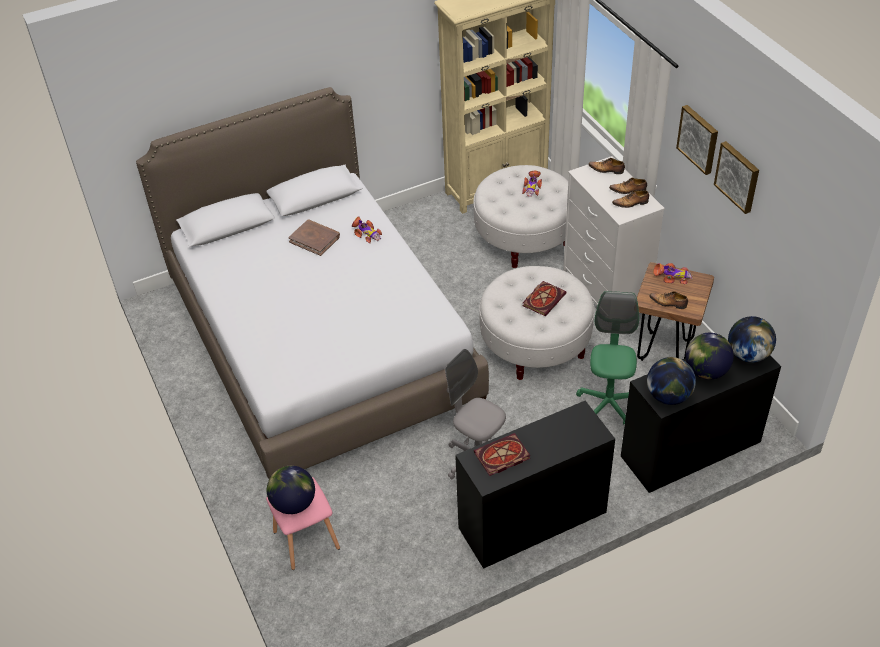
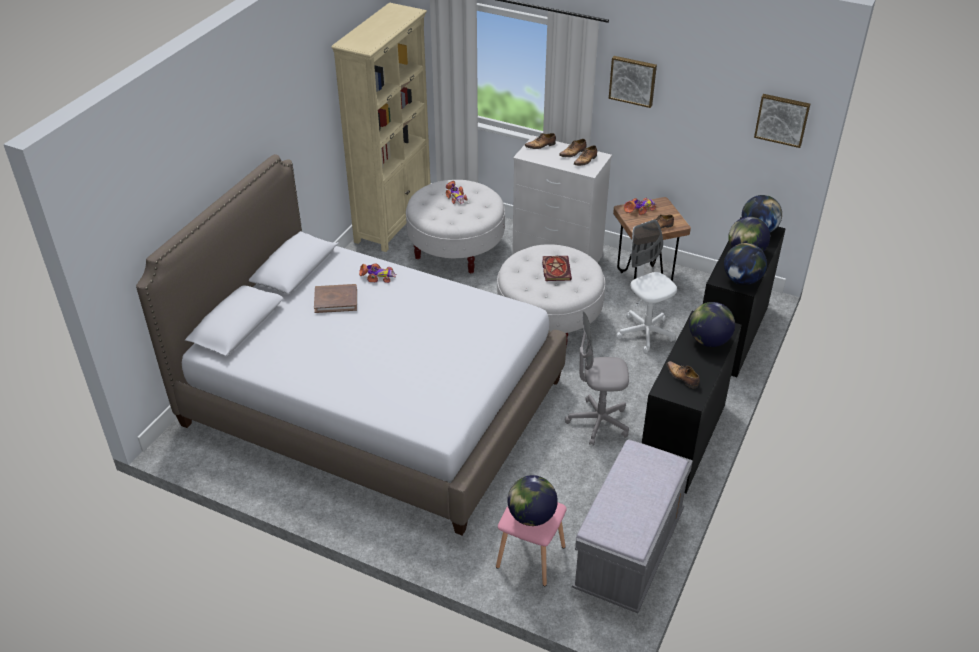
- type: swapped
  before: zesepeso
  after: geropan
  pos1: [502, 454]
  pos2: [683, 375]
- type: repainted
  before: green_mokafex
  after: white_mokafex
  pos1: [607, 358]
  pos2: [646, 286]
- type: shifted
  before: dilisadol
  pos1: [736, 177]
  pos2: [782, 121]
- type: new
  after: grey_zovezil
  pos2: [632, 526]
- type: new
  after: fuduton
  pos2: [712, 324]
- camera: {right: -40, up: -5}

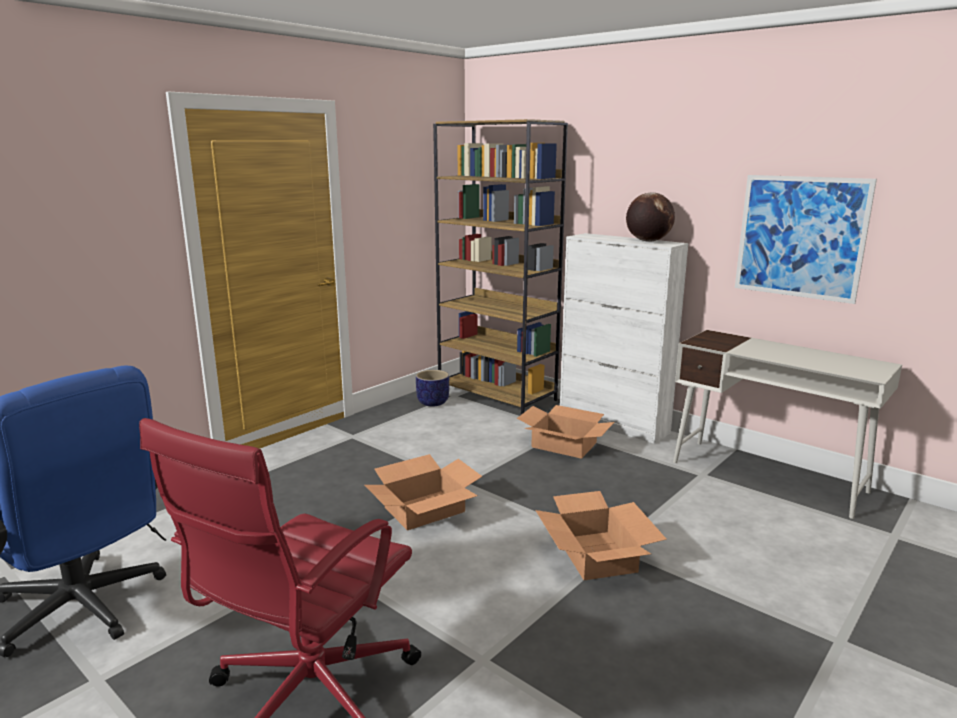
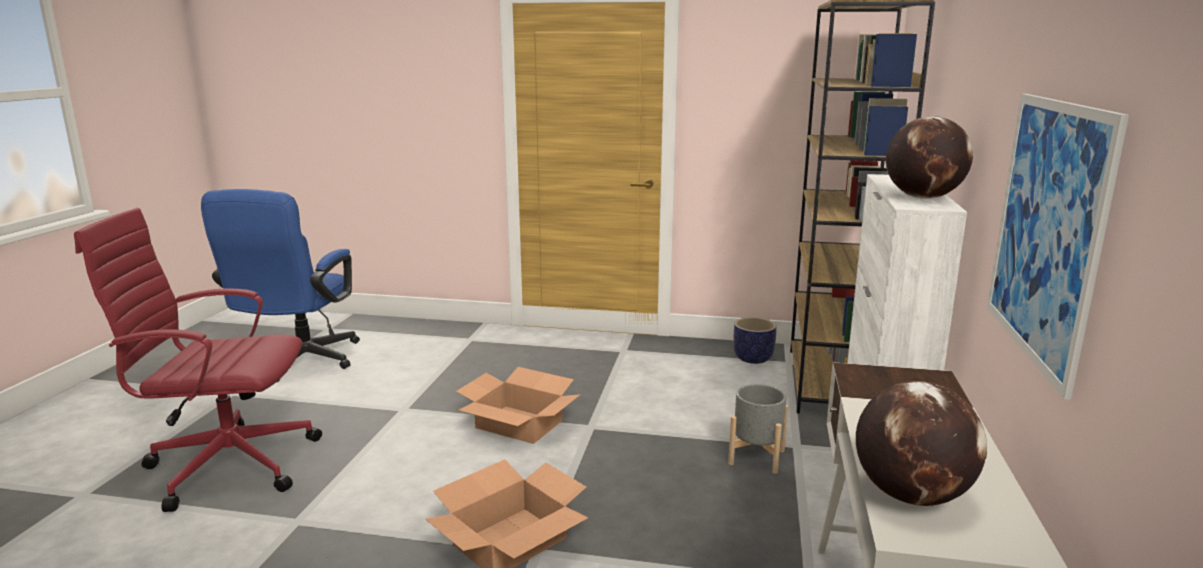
- type: swapped
  before: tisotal
  after: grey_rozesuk
  pos1: [565, 432]
  pos2: [758, 429]
- type: new
  after: fuduton
  pos2: [921, 443]
- camera: {right: 60, up: 0}

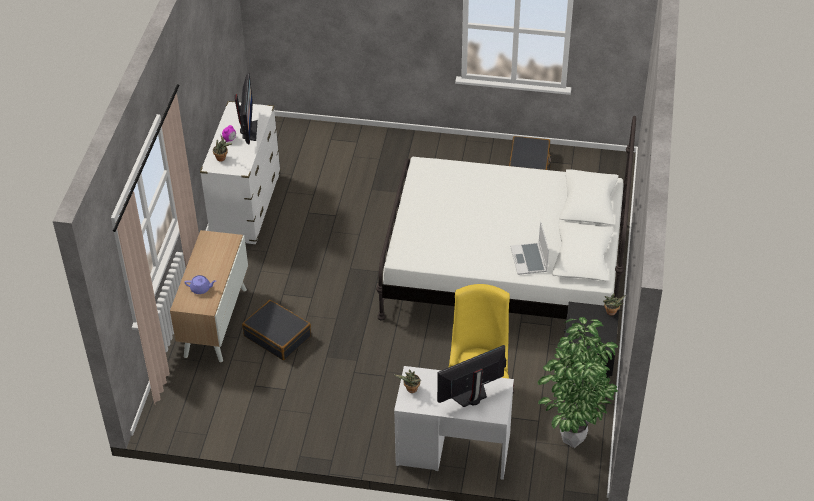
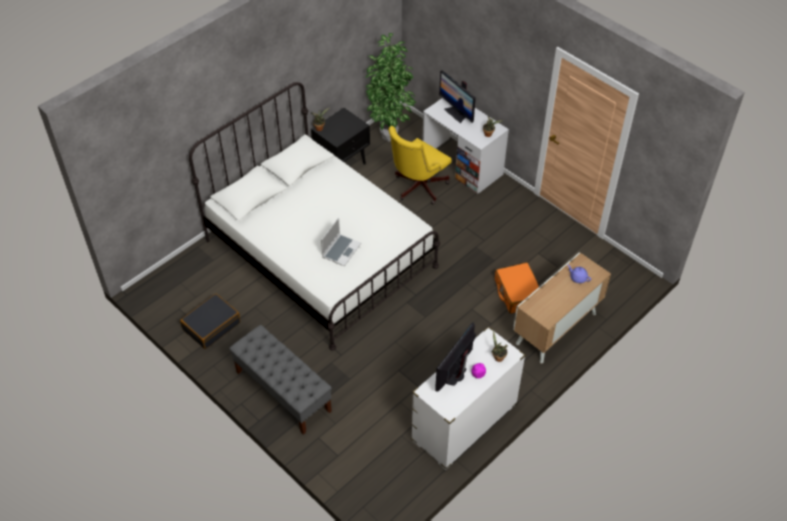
- type: repainted
  before: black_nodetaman
  after: orange_nodetaman
  pos1: [276, 330]
  pos2: [517, 288]
- type: rotated
  before: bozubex
  pos1: [471, 376]
  pos2: [457, 96]
  turn: 45
- type: shifted
  before: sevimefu
  pos1: [529, 248]
  pos2: [341, 242]
- type: new
  after: grey_zovezil
  pos2: [280, 380]
- camera: {right: -145, up: 5}

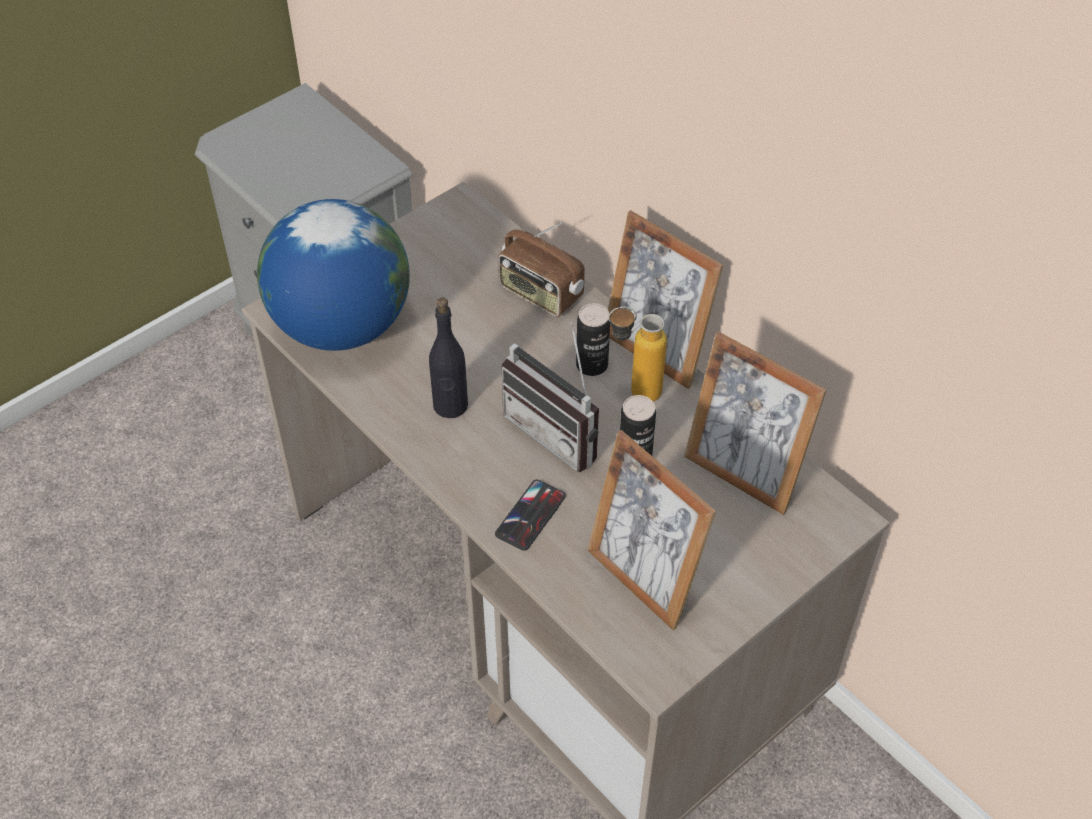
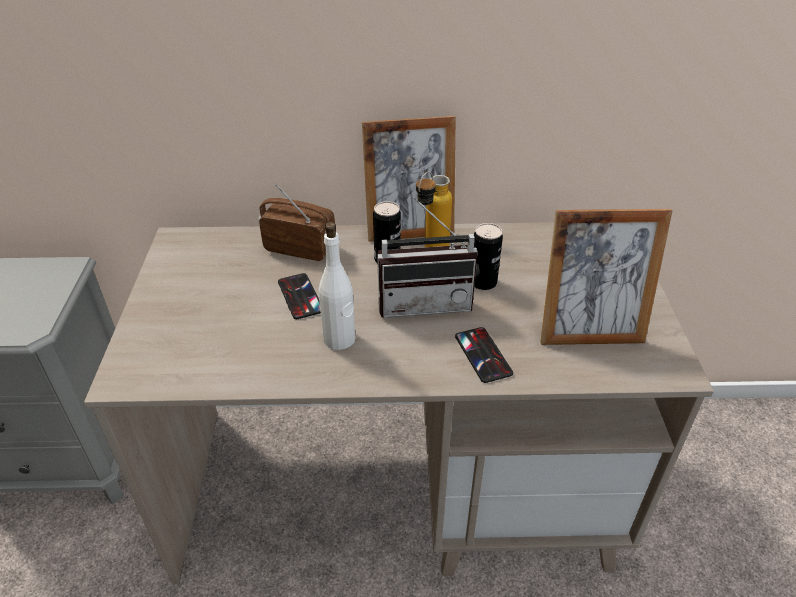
- type: gone
  before: fuduton
  pos1: [333, 275]
- type: repainted
  before: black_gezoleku
  after: white_gezoleku
  pos1: [448, 357]
  pos2: [337, 286]
- type: rotated
  before: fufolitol
  pos1: [541, 270]
  pos2: [296, 222]
  turn: -150
- type: gone
  before: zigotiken
  pos1: [755, 423]
- type: new
  after: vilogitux
  pos2: [299, 296]
- camera: {right: -50, up: -10}

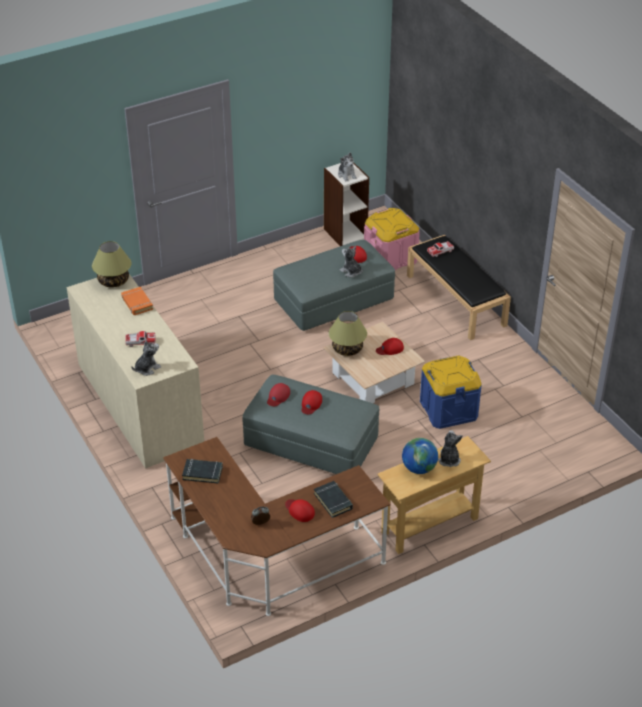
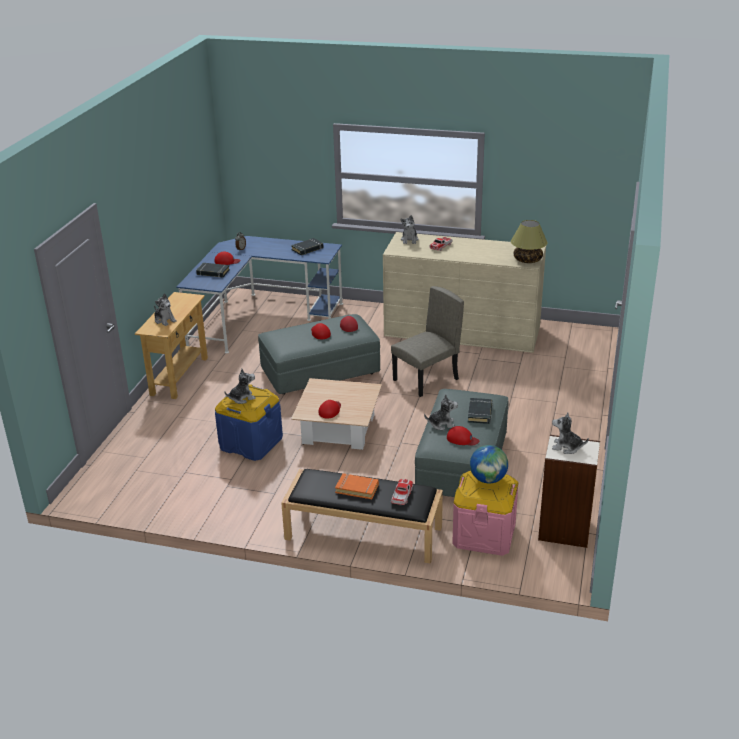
- type: shifted
  before: orange_zesepeso
  pos1: [137, 301]
  pos2: [357, 486]
- type: repainted
  before: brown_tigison
  after: blue_tigison
  pos1: [277, 526]
  pos2: [260, 295]
- type: gone
  before: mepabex
  pos1: [348, 333]
- type: shifted
  before: fuduton
  pos1: [420, 456]
  pos2: [489, 464]
- type: new
  after: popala
  pos2: [240, 386]
- type: new
  after: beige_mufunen
  pos2: [427, 341]
- type: new
  after: black_zesepeso
  pos2: [480, 411]
- camera: {right: 135, up: -10}

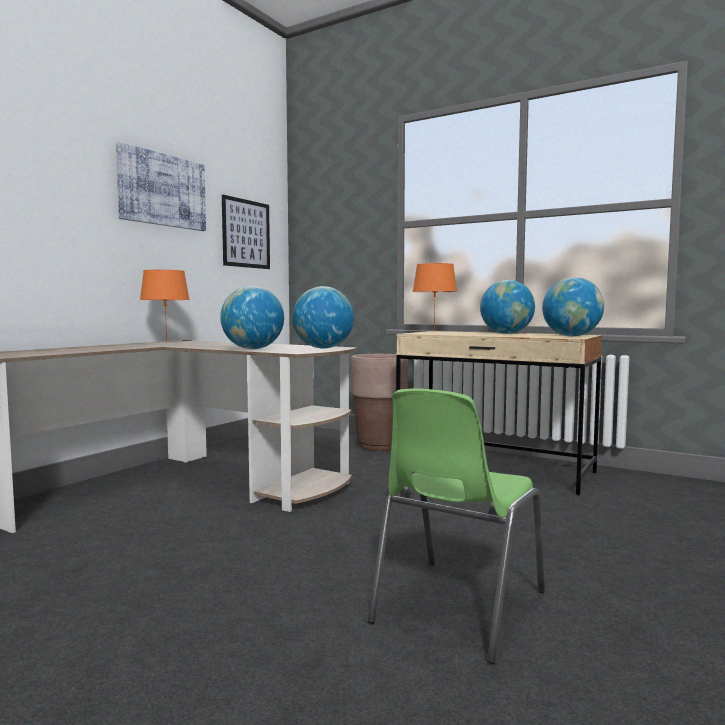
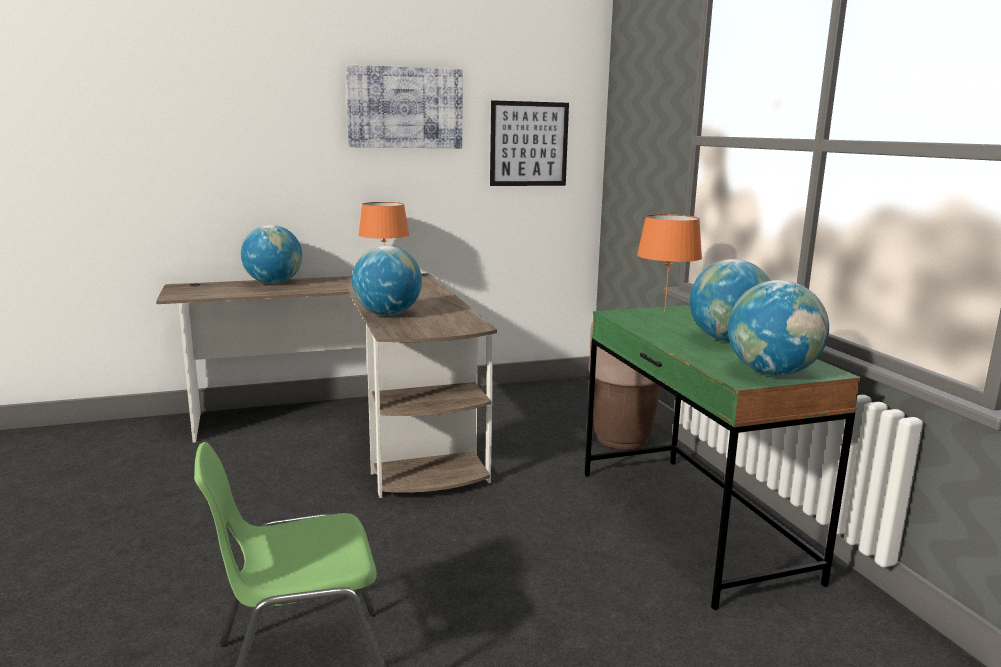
- type: shifted
  before: fuduton
  pos1: [323, 317]
  pos2: [271, 254]
- type: repainted
  before: beige_tigison
  after: green_tigison
  pos1: [499, 413]
  pos2: [723, 457]
- camera: {right: 40, up: 10}

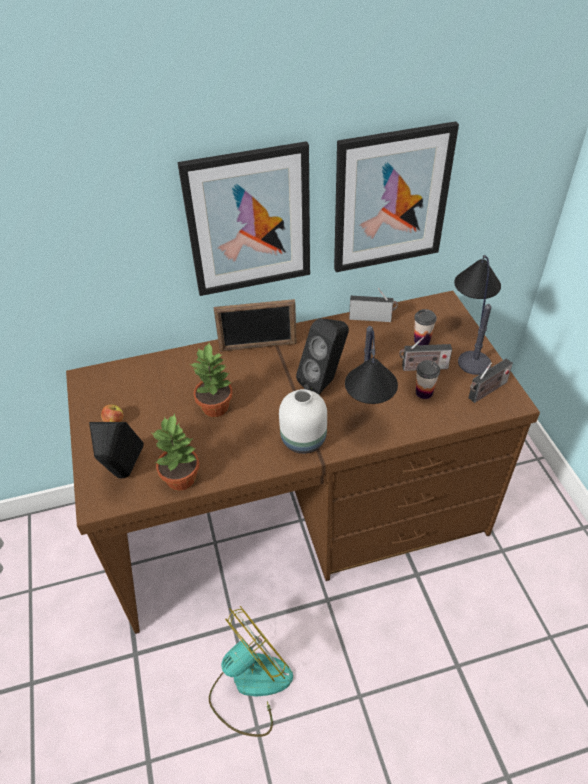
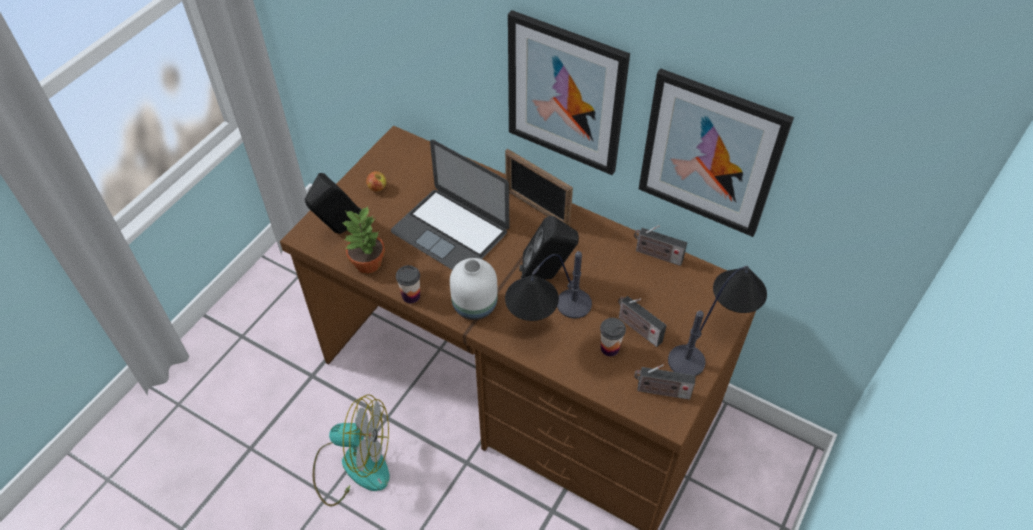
- type: swapped
  before: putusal
  after: sevimefu
  pos1: [211, 380]
  pos2: [450, 205]
- type: rotated
  before: fufolitol
  pos1: [373, 305]
  pos2: [660, 245]
  turn: 150
- type: shifted
  before: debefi
  pos1: [425, 327]
  pos2: [408, 284]
- camera: {right: 45, up: 5}

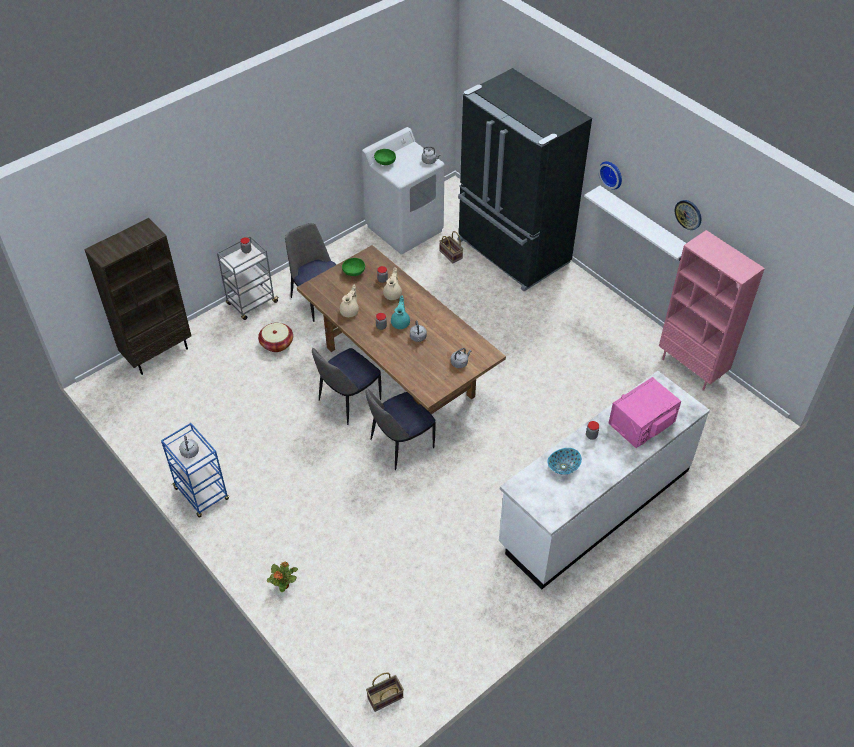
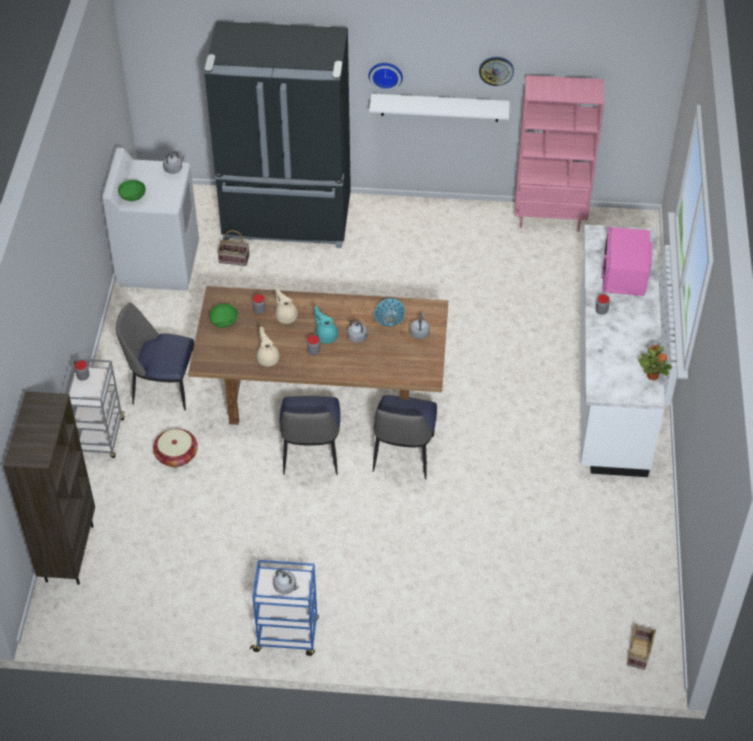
- type: shifted
  before: putusal
  pos1: [282, 576]
  pos2: [655, 362]
- type: shifted
  before: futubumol
  pos1: [564, 461]
  pos2: [389, 312]
- camera: {right: -45, up: 0}

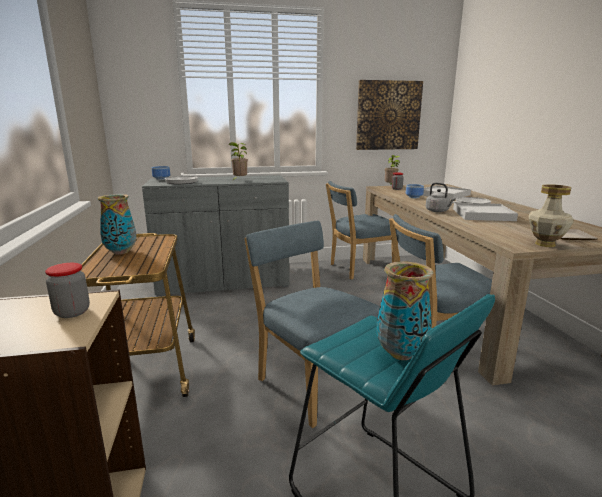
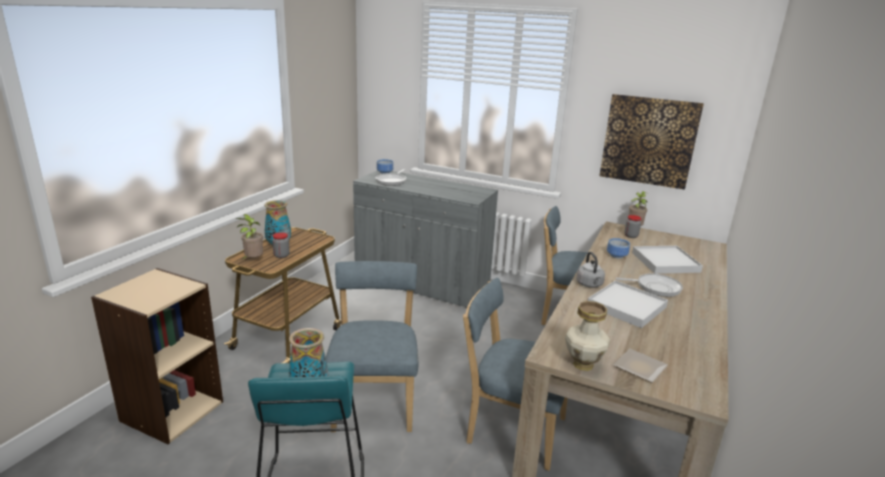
- type: shifted
  before: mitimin
  pos1: [67, 290]
  pos2: [281, 245]
- type: shifted
  before: putusal
  pos1: [238, 161]
  pos2: [249, 236]
- camera: {right: 35, up: 5}

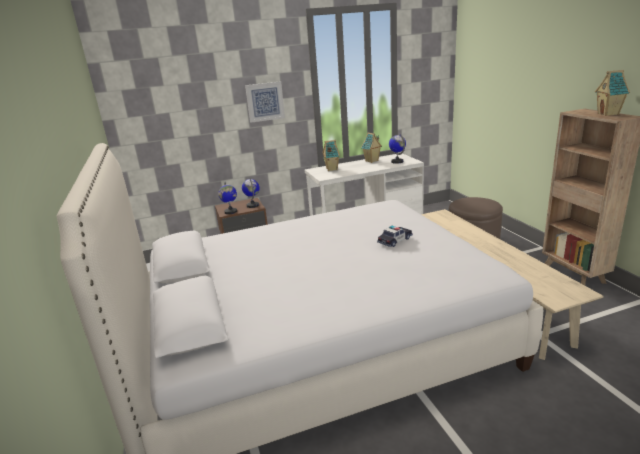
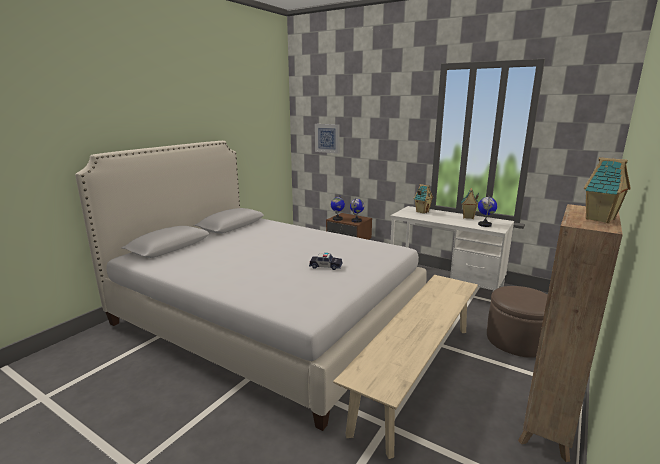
- type: shifted
  before: dilisadol
  pos1: [265, 102]
  pos2: [327, 139]
- camera: {right: 50, up: -5}

